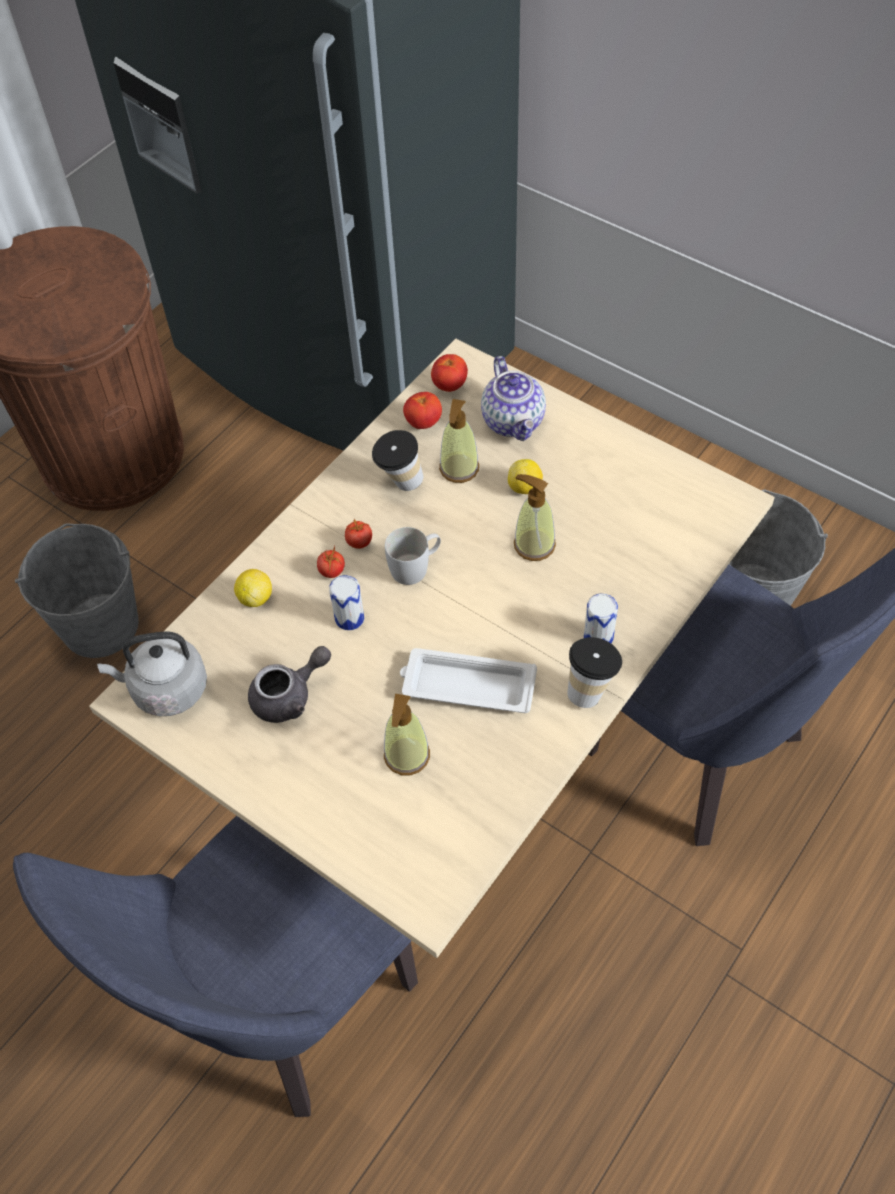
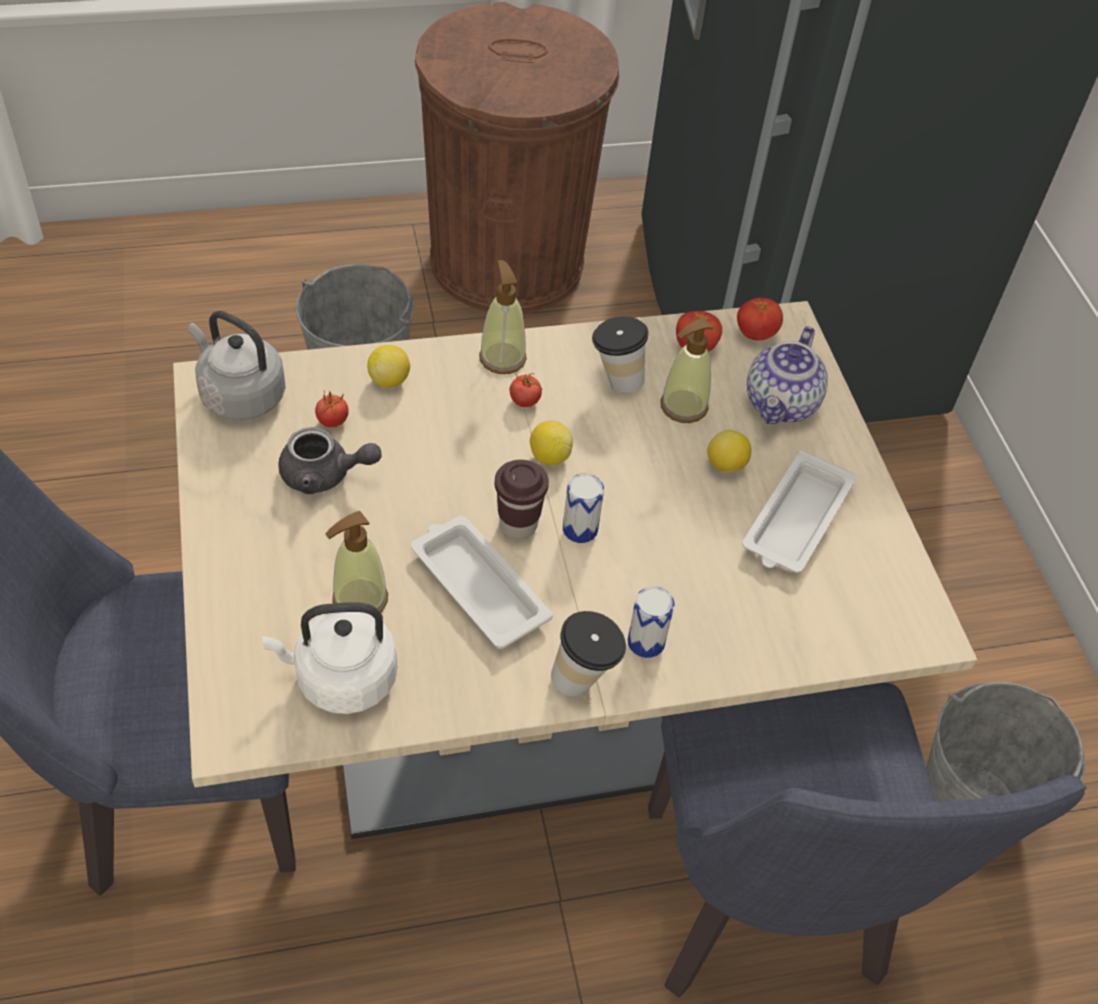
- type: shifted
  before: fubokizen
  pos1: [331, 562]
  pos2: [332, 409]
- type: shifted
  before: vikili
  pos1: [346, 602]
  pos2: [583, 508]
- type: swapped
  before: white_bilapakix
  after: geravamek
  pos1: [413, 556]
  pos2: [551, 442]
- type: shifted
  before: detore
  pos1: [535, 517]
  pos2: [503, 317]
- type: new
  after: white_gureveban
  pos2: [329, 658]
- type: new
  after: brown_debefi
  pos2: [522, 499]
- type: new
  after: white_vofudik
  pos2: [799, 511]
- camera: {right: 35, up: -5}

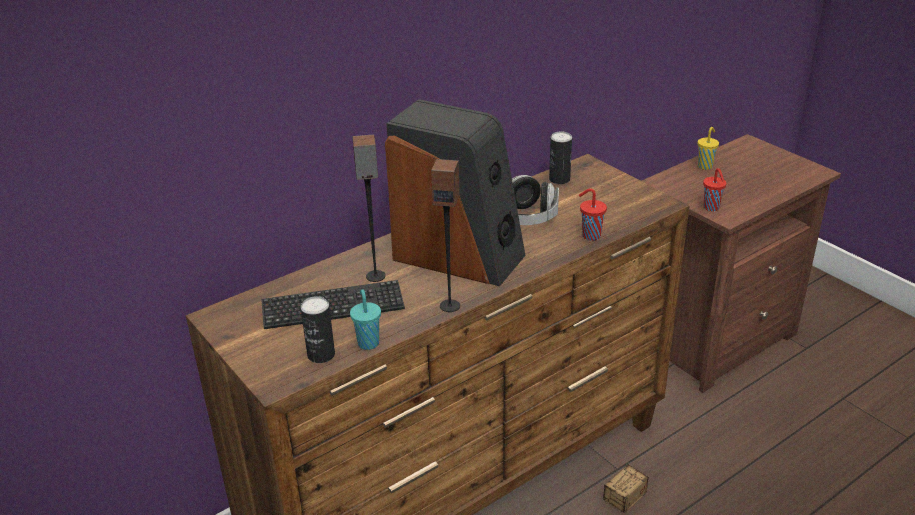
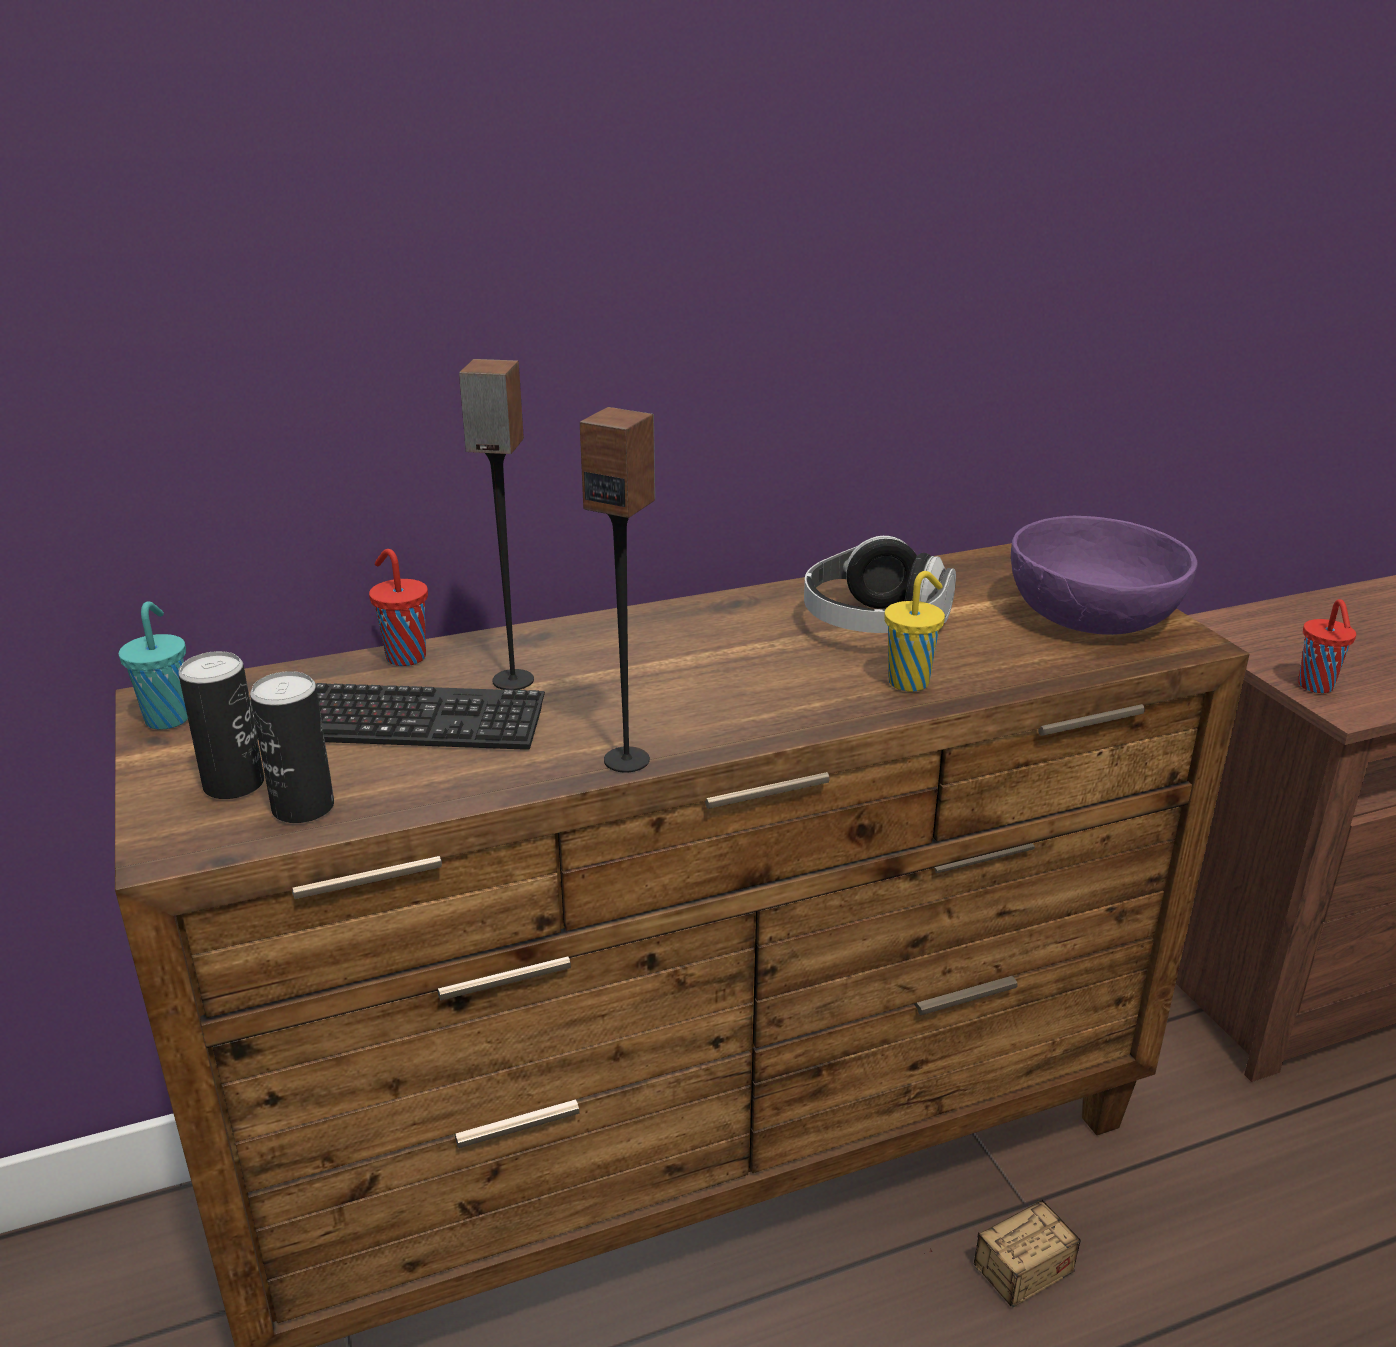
- type: shifted
  before: turquoise_debefi
  pos1: [365, 319]
  pos2: [153, 666]
- type: gone
  before: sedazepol
  pos1: [455, 192]
- type: shifted
  before: vikili
  pos1: [560, 158]
  pos2: [221, 725]
- type: shifted
  before: red_debefi
  pos1: [593, 214]
  pos2: [398, 607]
- type: shifted
  before: yellow_debefi
  pos1: [708, 148]
  pos2: [915, 631]
- type: new
  after: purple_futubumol
  pos2: [1104, 575]
- camera: {right: 15, up: -5}

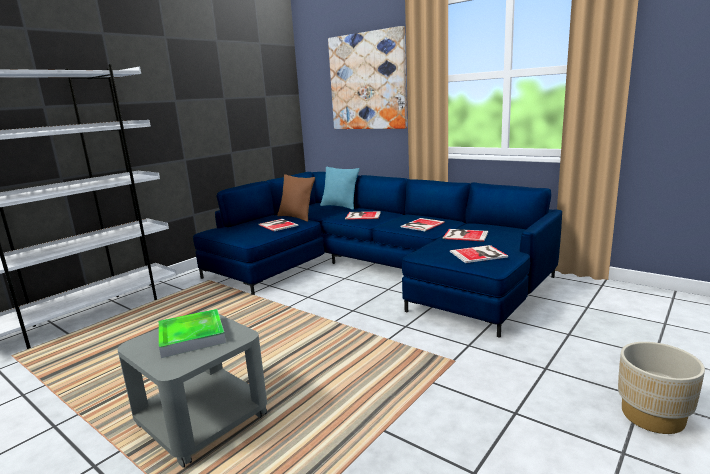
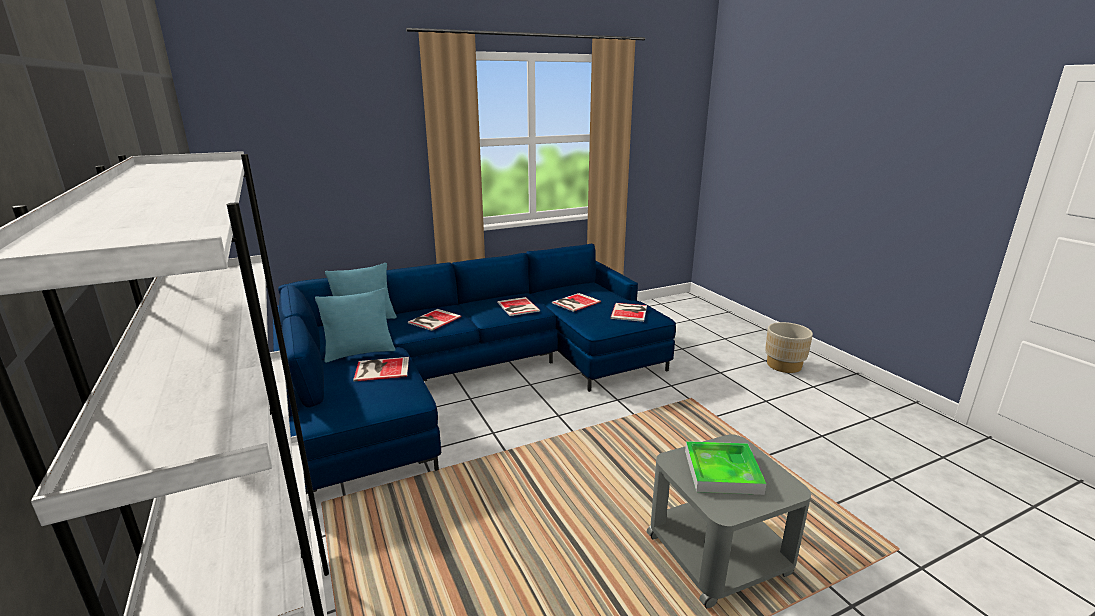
- type: repainted
  before: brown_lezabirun
  after: turquoise_lezabirun
  pos1: [296, 198]
  pos2: [355, 325]
- type: gone
  before: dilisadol
  pos1: [367, 77]
- camera: {right: -65, up: 5}

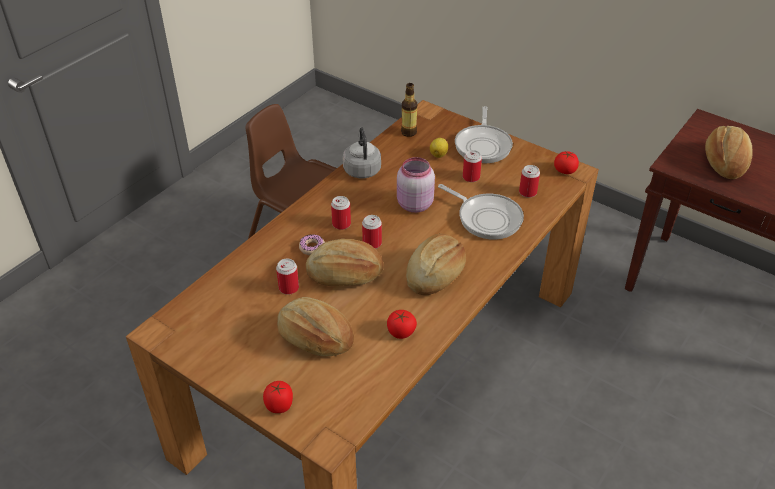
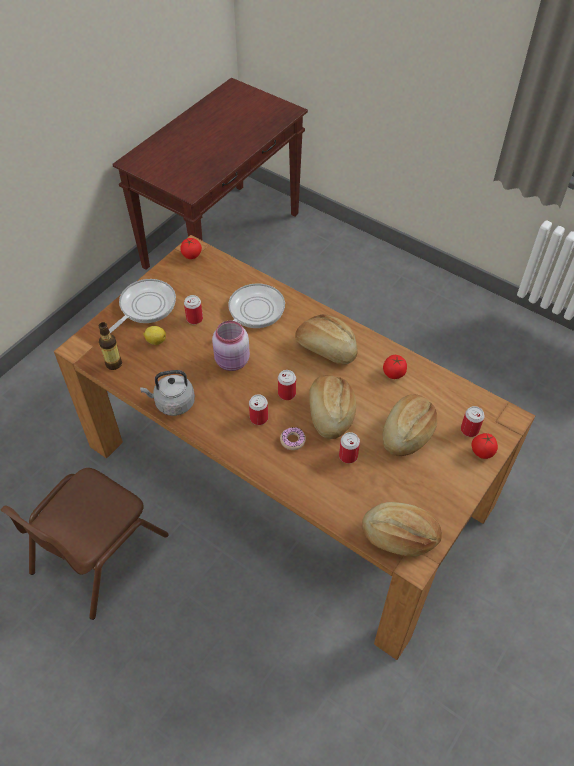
- type: rotated
  before: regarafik
  pos1: [484, 134]
  pos2: [142, 306]
  turn: -60
- type: shifted
  before: vikili
  pos1: [529, 181]
  pos2: [473, 421]
- type: shifted
  before: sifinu
  pos1: [729, 152]
  pos2: [402, 529]
- camera: {right: -90, up: 10}

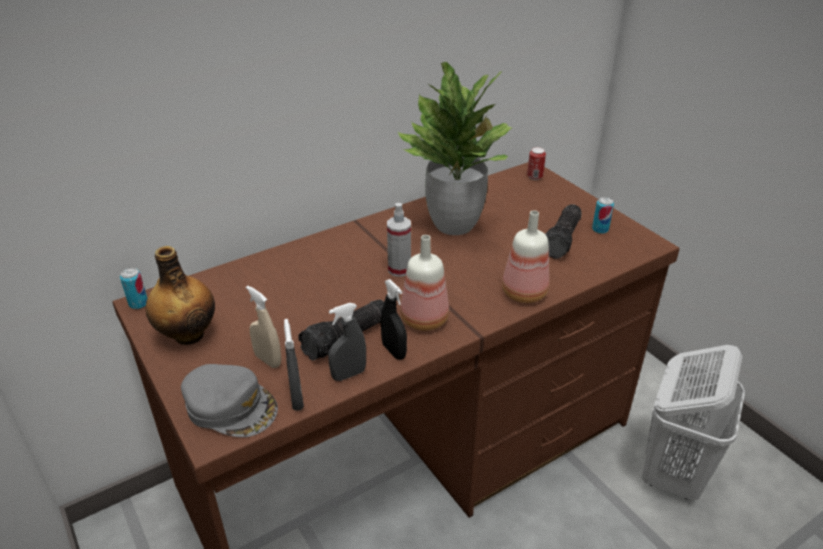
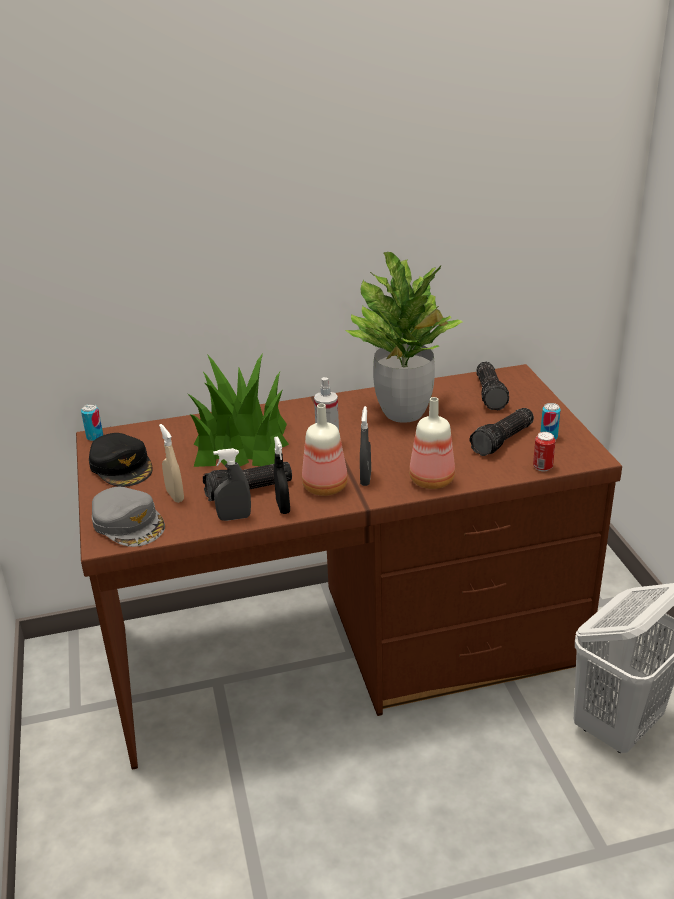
- type: swapped
  before: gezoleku
  after: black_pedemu
  pos1: [180, 295]
  pos2: [121, 460]
- type: shifted
  before: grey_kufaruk
  pos1: [294, 365]
  pos2: [365, 446]
- type: shifted
  before: vikili
  pos1: [536, 163]
  pos2: [544, 452]
- type: new
  after: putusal
  pos2: [238, 410]
- type: new
  after: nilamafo
  pos2: [492, 385]
- camera: {right: 20, up: -5}

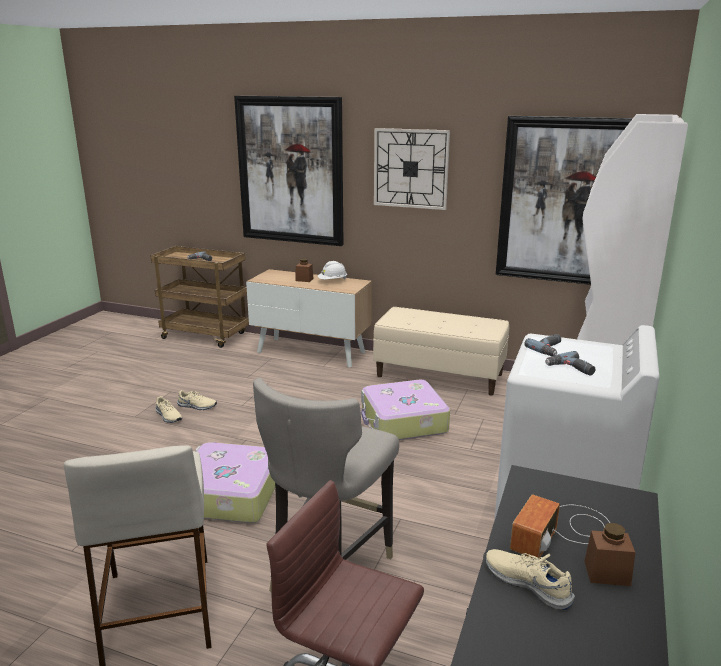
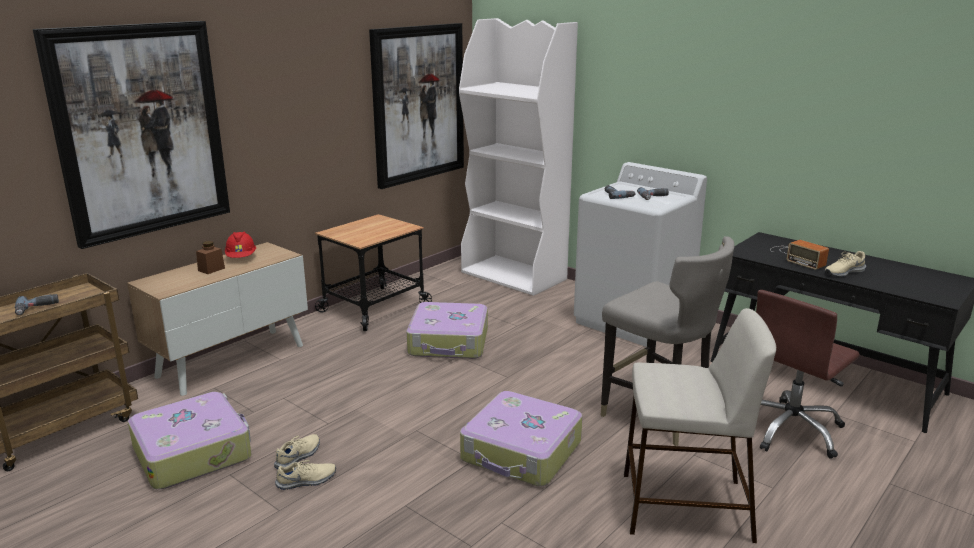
- type: repainted
  before: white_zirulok
  after: red_zirulok
  pos1: [332, 270]
  pos2: [240, 245]
- type: swapped
  before: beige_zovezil
  after: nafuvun
  pos1: [441, 351]
  pos2: [373, 272]
- type: gone
  before: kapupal
  pos1: [412, 169]
- type: gone
  before: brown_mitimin
  pos1: [609, 554]
- type: new
  after: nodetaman
  pos2: [189, 440]
- camera: {right: -70, up: 0}

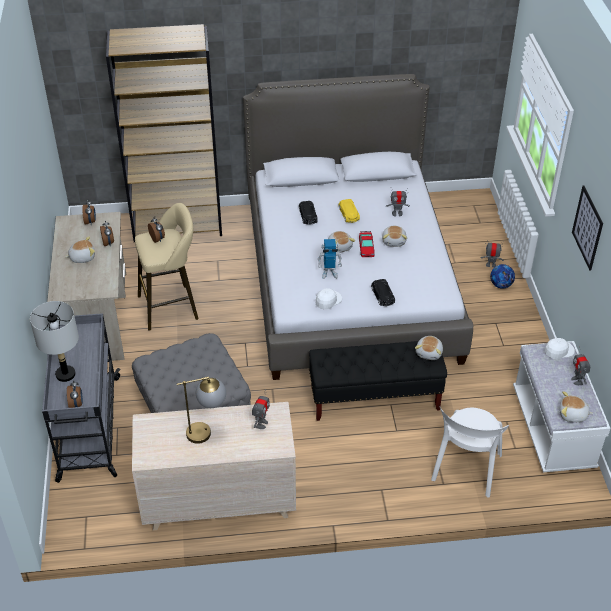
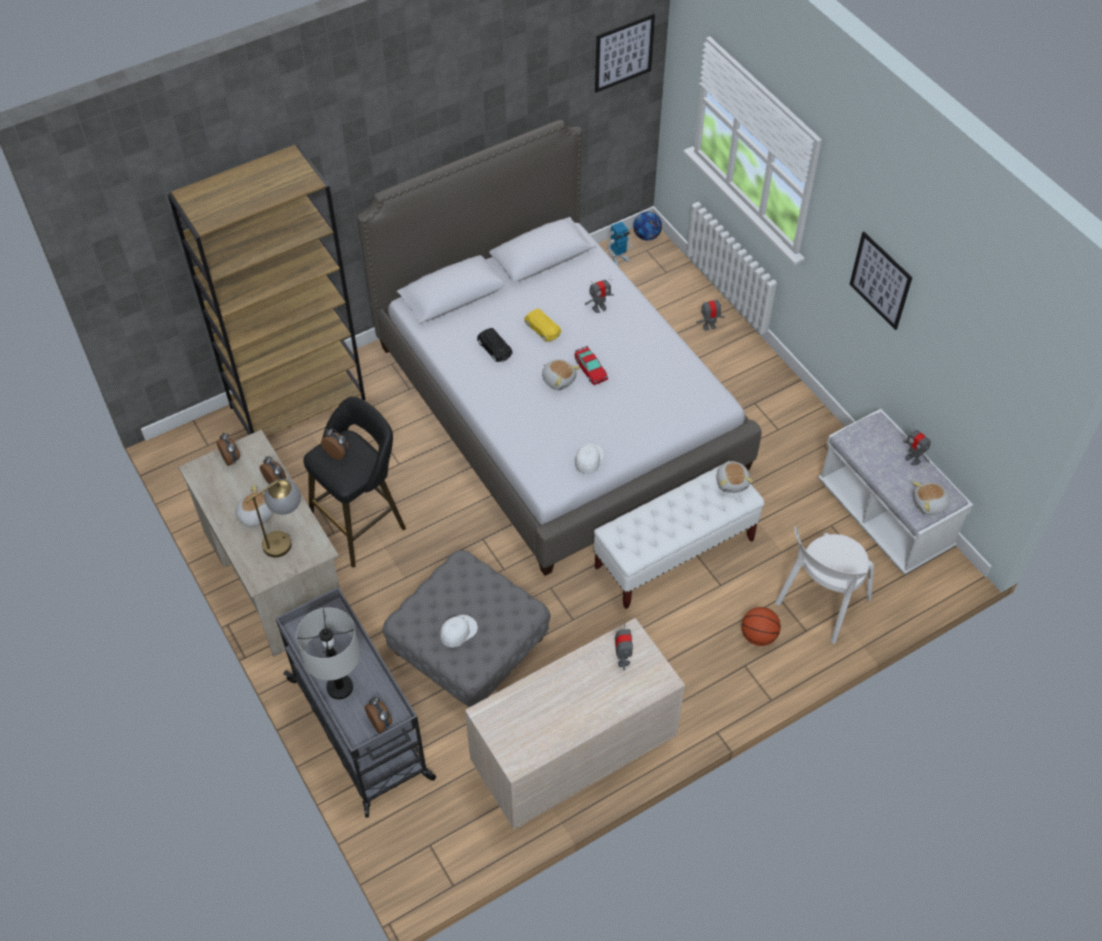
- type: repainted
  before: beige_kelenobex
  after: black_kelenobex
  pos1: [167, 267]
  pos2: [354, 482]
- type: shifted
  before: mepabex
  pos1: [201, 410]
  pos2: [273, 518]
- type: repainted
  before: black_zovezil
  after: white_zovezil
  pos1: [378, 381]
  pos2: [678, 537]
- type: shifted
  before: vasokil
  pos1: [330, 259]
  pos2: [619, 244]
- type: gone
  before: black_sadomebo
  pos1: [383, 292]
- type: gone
  before: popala
  pos1: [394, 236]
- type: rotated
  before: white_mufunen
  pos1: [470, 452]
  pos2: [824, 585]
  turn: 45
- type: shifted
  before: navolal
  pos1: [502, 276]
  pos2: [647, 226]
- type: shifted
  before: white_pedemu
  pos1: [559, 348]
  pos2: [459, 631]
- type: new
  after: dilisadol
  pos2: [625, 53]
- type: new
  after: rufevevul
  pos2: [761, 626]
- camera: {right: -25, up: 10}

